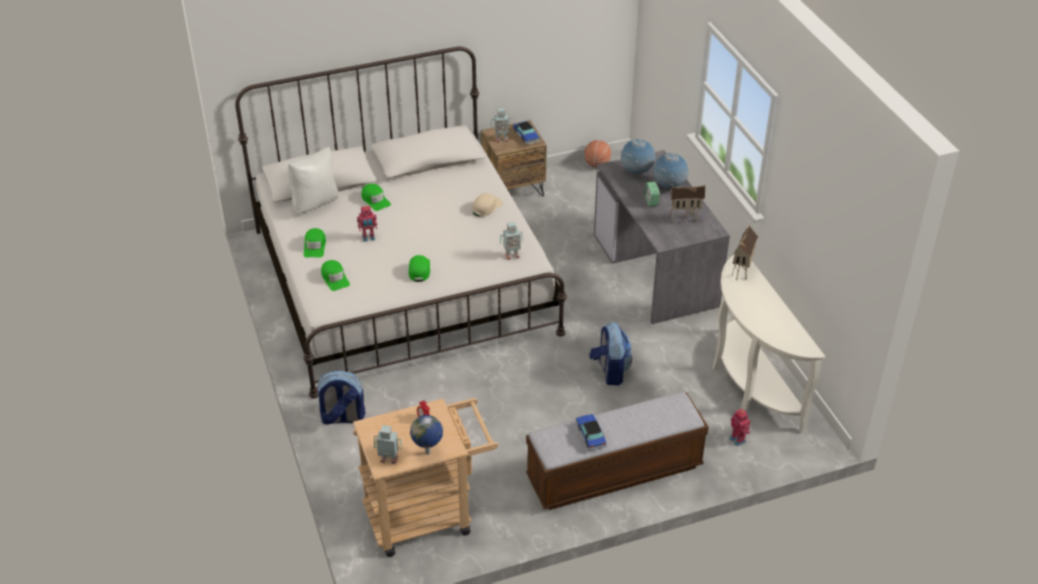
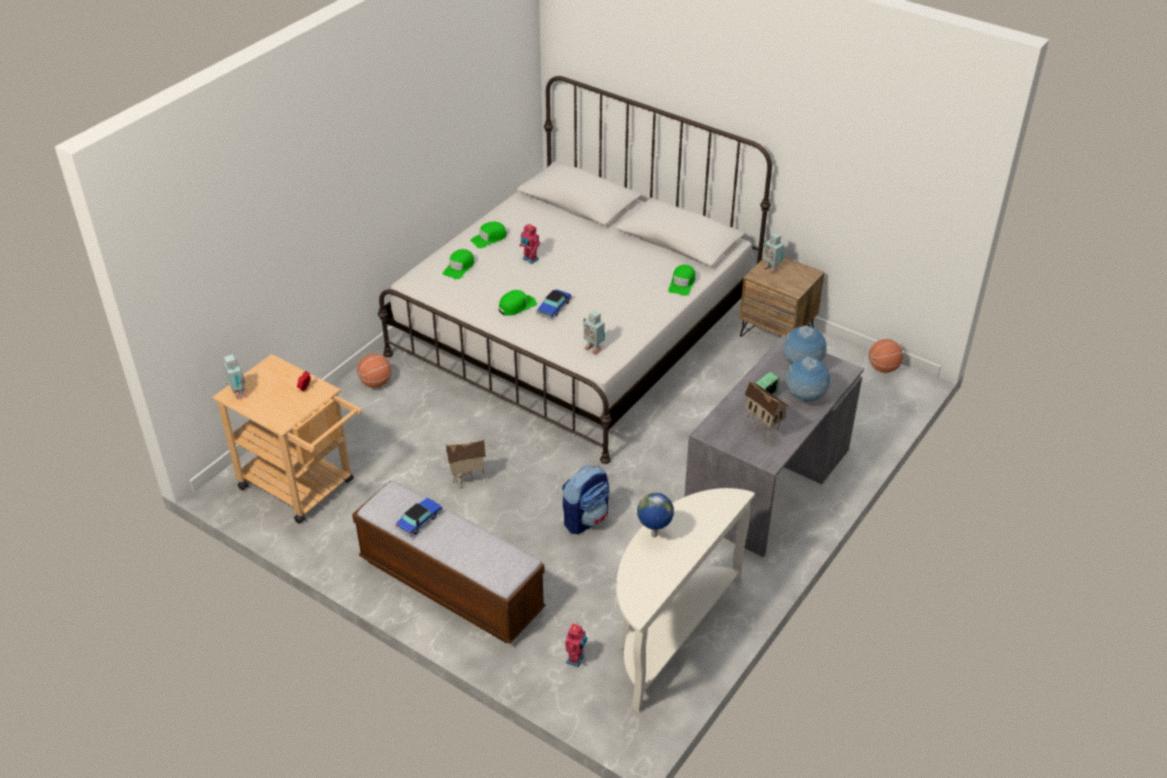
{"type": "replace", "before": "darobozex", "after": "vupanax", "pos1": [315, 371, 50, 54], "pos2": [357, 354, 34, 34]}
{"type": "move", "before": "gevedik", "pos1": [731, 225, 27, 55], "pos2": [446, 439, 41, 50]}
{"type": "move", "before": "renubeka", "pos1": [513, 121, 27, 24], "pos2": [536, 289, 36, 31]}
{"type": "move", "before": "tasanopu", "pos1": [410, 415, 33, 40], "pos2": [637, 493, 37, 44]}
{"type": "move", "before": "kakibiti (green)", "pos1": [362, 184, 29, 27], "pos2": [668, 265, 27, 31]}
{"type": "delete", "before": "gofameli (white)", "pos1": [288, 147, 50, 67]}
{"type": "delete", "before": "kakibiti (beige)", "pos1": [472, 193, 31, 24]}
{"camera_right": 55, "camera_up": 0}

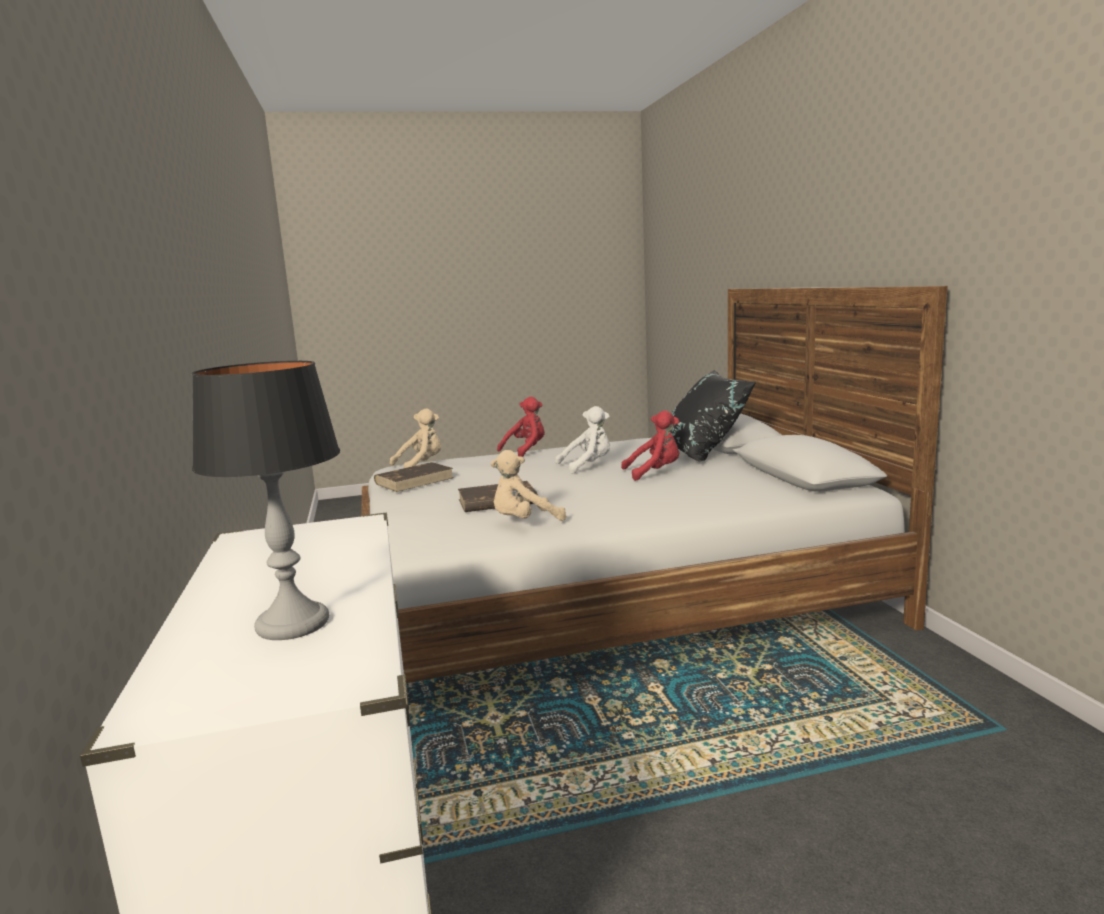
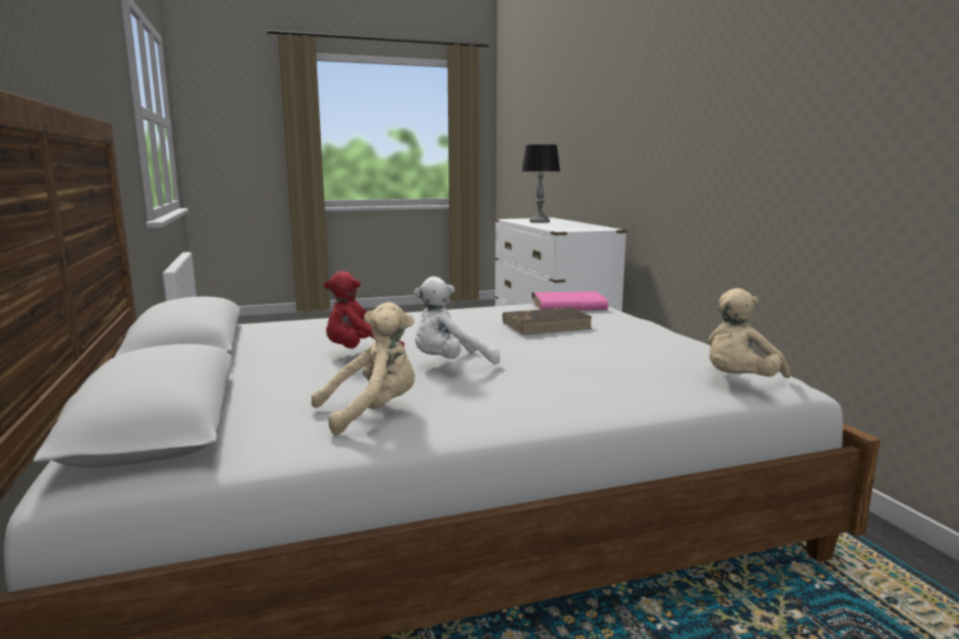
{"type": "move", "before": "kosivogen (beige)", "pos1": [490, 450, 76, 71], "pos2": [311, 302, 104, 133]}
{"type": "insert", "after": "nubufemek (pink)", "pos2": [534, 291, 74, 19]}
{"type": "delete", "before": "nubufemek (brown)", "pos1": [374, 462, 79, 30]}
{"type": "delete", "before": "kosivogen (red)", "pos1": [497, 397, 48, 60]}
{"type": "delete", "before": "gofameli (black)", "pos1": [671, 370, 85, 92]}
{"camera_right": 175, "camera_up": 0}

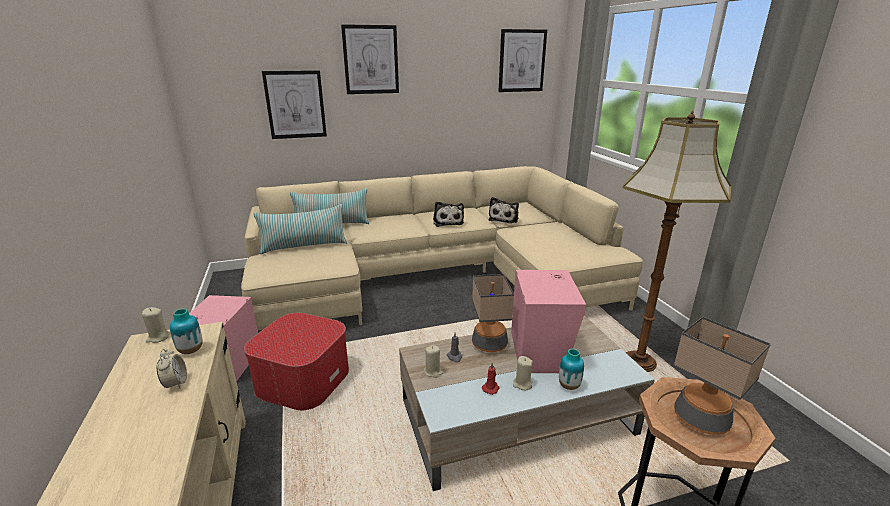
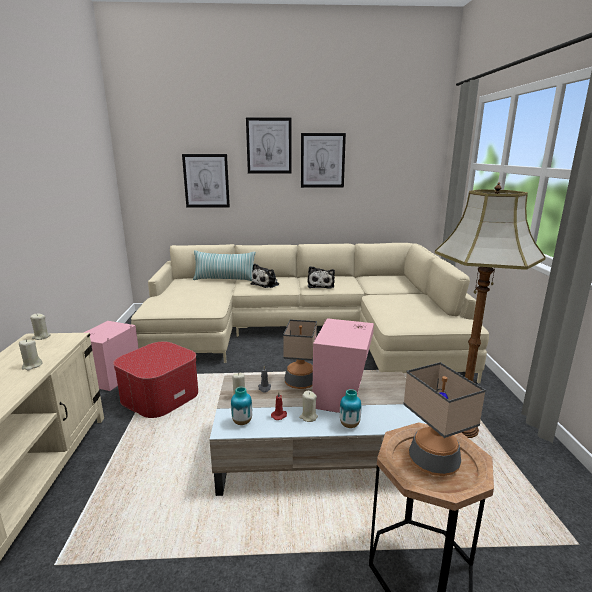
{"type": "replace", "before": "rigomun", "after": "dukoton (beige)", "pos1": [157, 349, 30, 39], "pos2": [19, 339, 24, 32]}
{"type": "move", "before": "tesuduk", "pos1": [170, 308, 33, 46], "pos2": [231, 387, 21, 38]}
{"type": "move", "before": "kosivogen", "pos1": [488, 197, 31, 27], "pos2": [250, 264, 29, 24]}
{"type": "move", "before": "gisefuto", "pos1": [498, 29, 49, 63], "pos2": [301, 133, 45, 55]}
{"type": "delete", "before": "gofameli", "pos1": [254, 204, 93, 50]}
{"camera_right": 15, "camera_up": -5}

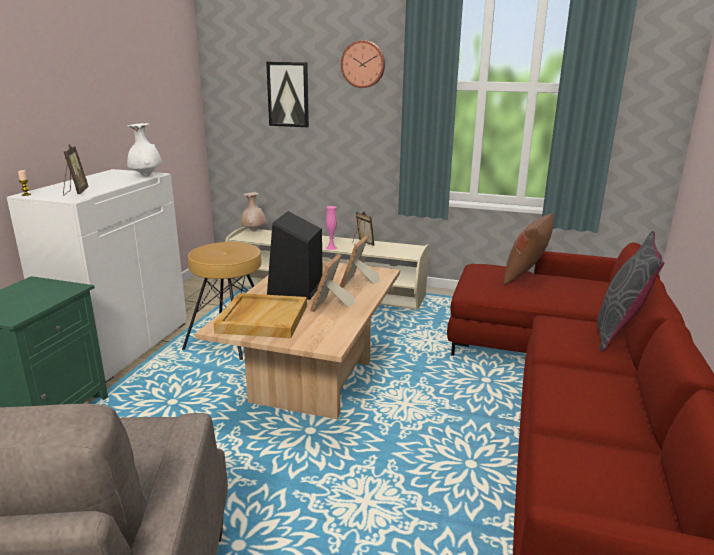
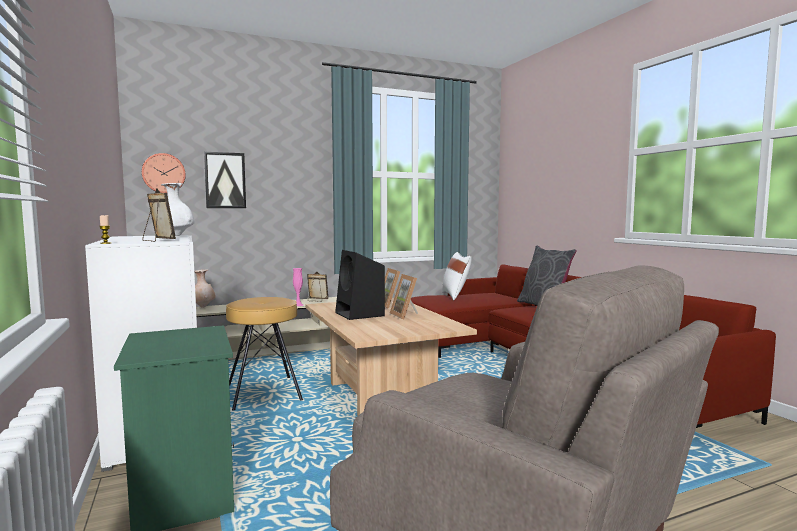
{"type": "move", "before": "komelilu", "pos1": [341, 40, 44, 48], "pos2": [142, 153, 44, 40]}
{"type": "recolor", "before": "gofameli (brown)", "after": "gofameli (white)", "pos1": [503, 213, 51, 72], "pos2": [442, 252, 30, 48]}
{"type": "delete", "before": "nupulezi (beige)", "pos1": [214, 293, 93, 45]}
{"camera_right": -40, "camera_up": -15}

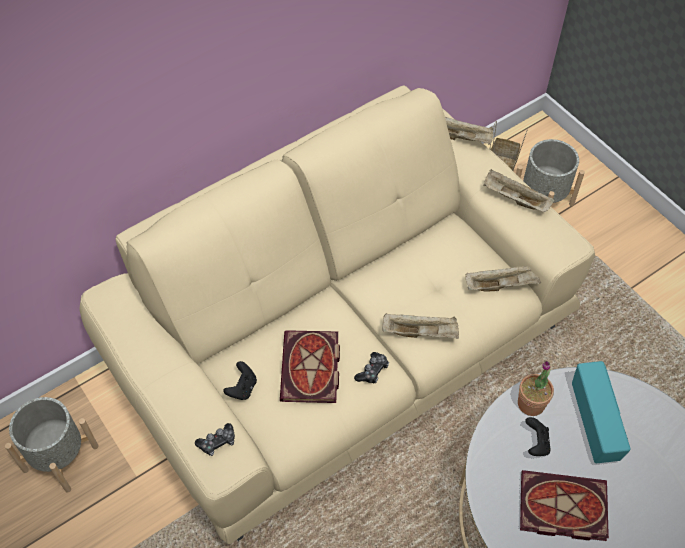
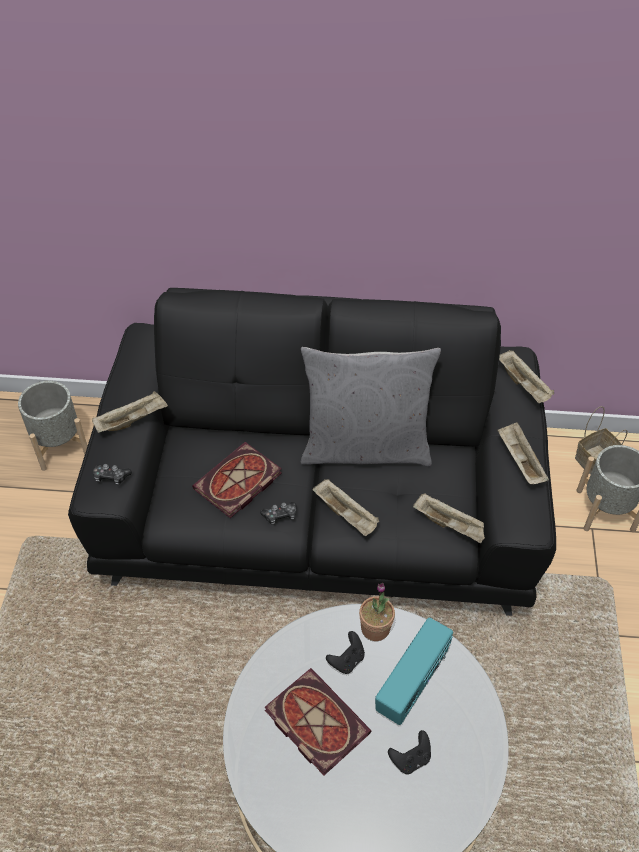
{"type": "recolor", "before": "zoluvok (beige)", "after": "zoluvok (black)", "pos1": [79, 86, 516, 458], "pos2": [68, 288, 488, 328]}
{"type": "insert", "after": "nupulezi (beige)", "pos2": [92, 391, 76, 42]}
{"type": "insert", "after": "gofameli (grey)", "pos2": [301, 347, 140, 120]}
{"type": "move", "before": "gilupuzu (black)", "pos1": [223, 361, 34, 39], "pos2": [388, 730, 43, 44]}
{"camera_right": 40, "camera_up": -5}

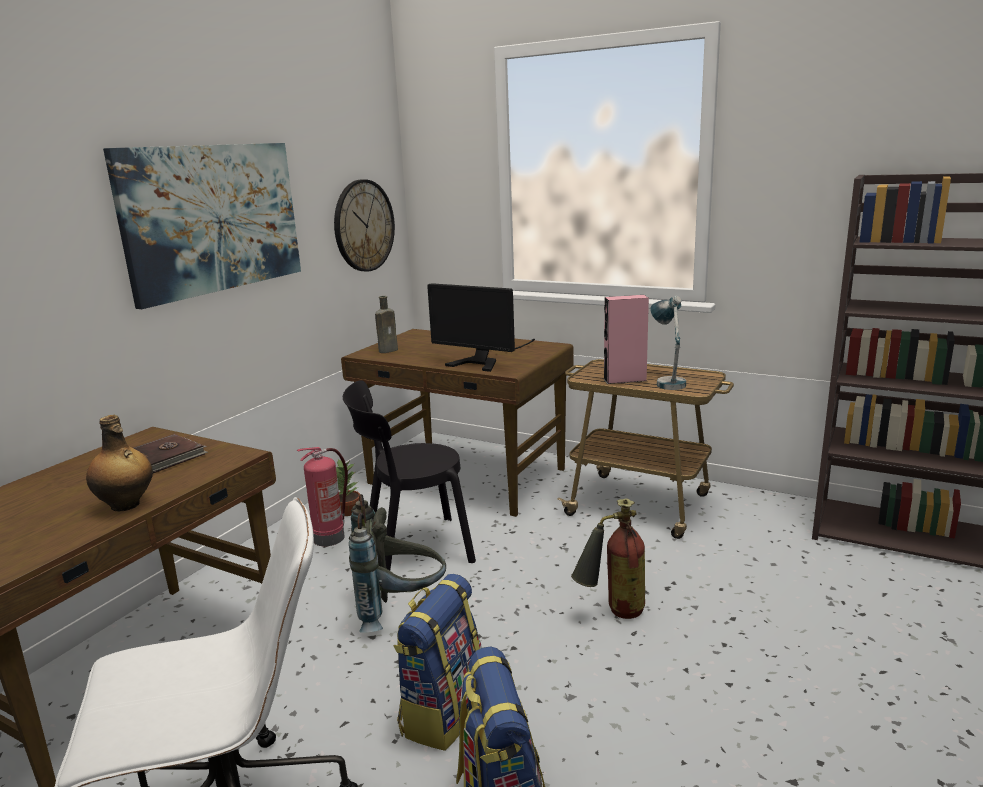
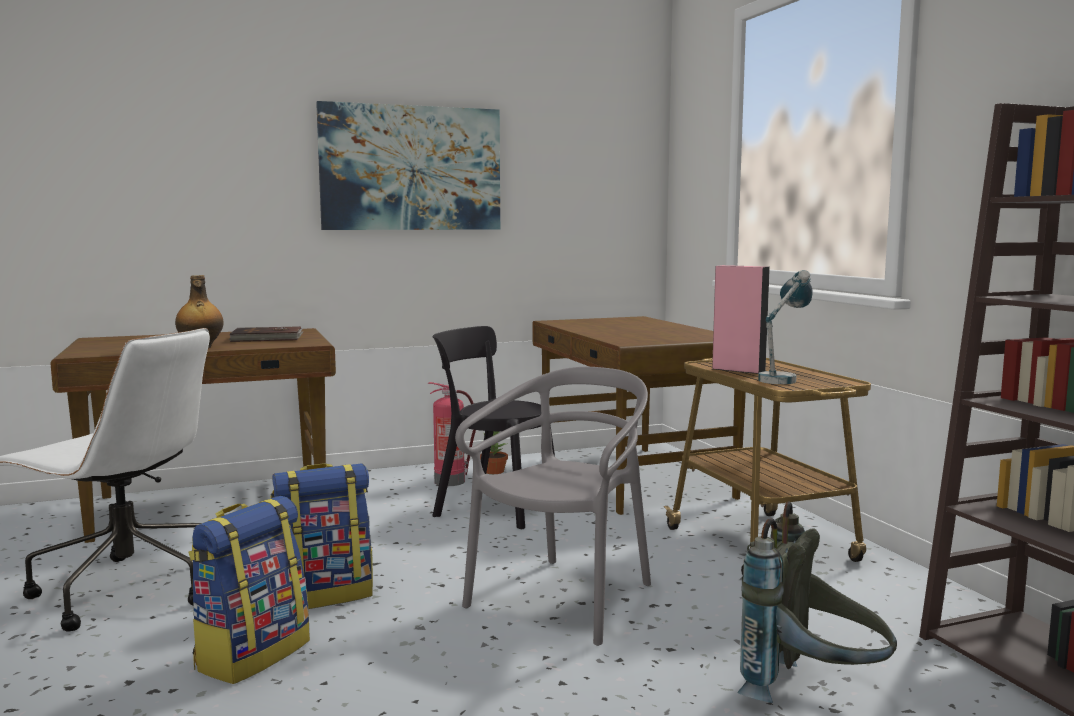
{"type": "replace", "before": "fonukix", "after": "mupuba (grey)", "pos1": [571, 498, 74, 121], "pos2": [455, 367, 196, 279]}
{"type": "move", "before": "darobozex (grey)", "pos1": [349, 494, 97, 139], "pos2": [737, 501, 160, 202]}
{"type": "delete", "before": "komelilu", "pos1": [334, 180, 61, 92]}
{"type": "delete", "before": "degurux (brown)", "pos1": [375, 296, 23, 57]}
{"type": "delete", "before": "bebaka", "pos1": [427, 283, 108, 89]}
{"camera_right": 40, "camera_up": -10}

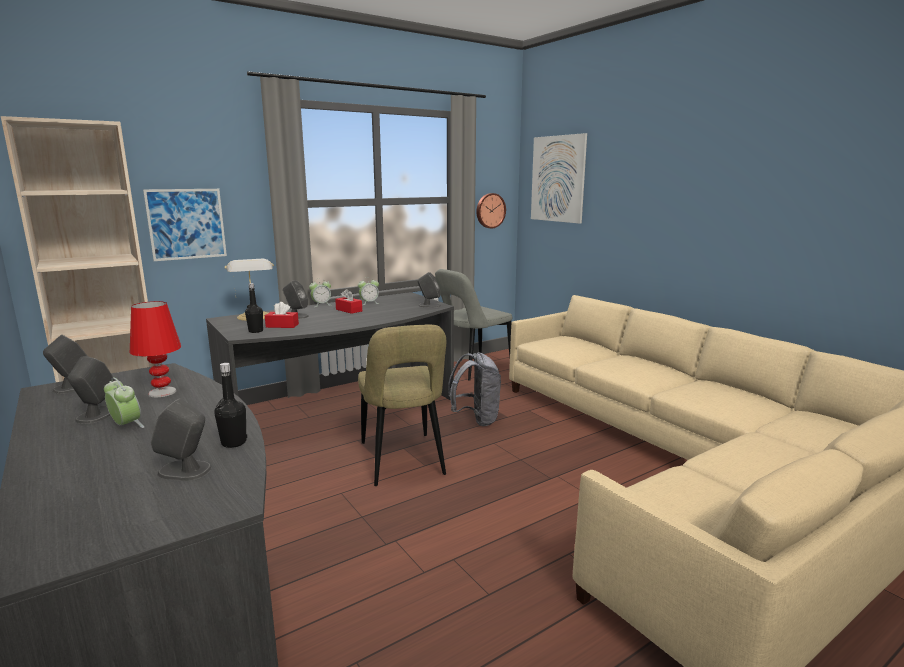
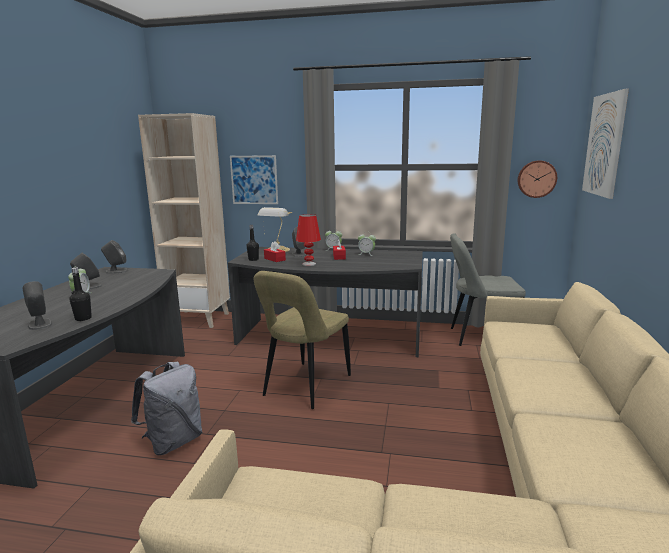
{"type": "move", "before": "darobozex (grey)", "pos1": [448, 352, 53, 74], "pos2": [131, 362, 71, 94]}
{"type": "move", "before": "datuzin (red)", "pos1": [130, 301, 51, 96], "pos2": [296, 214, 25, 52]}
{"type": "delete", "before": "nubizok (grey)", "pos1": [418, 272, 23, 36]}
{"camera_right": 45, "camera_up": 0}

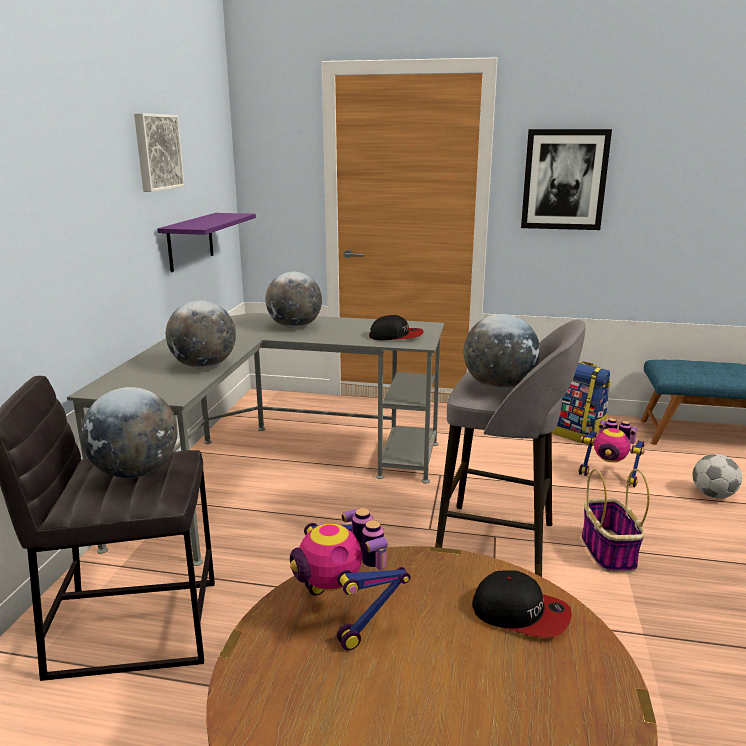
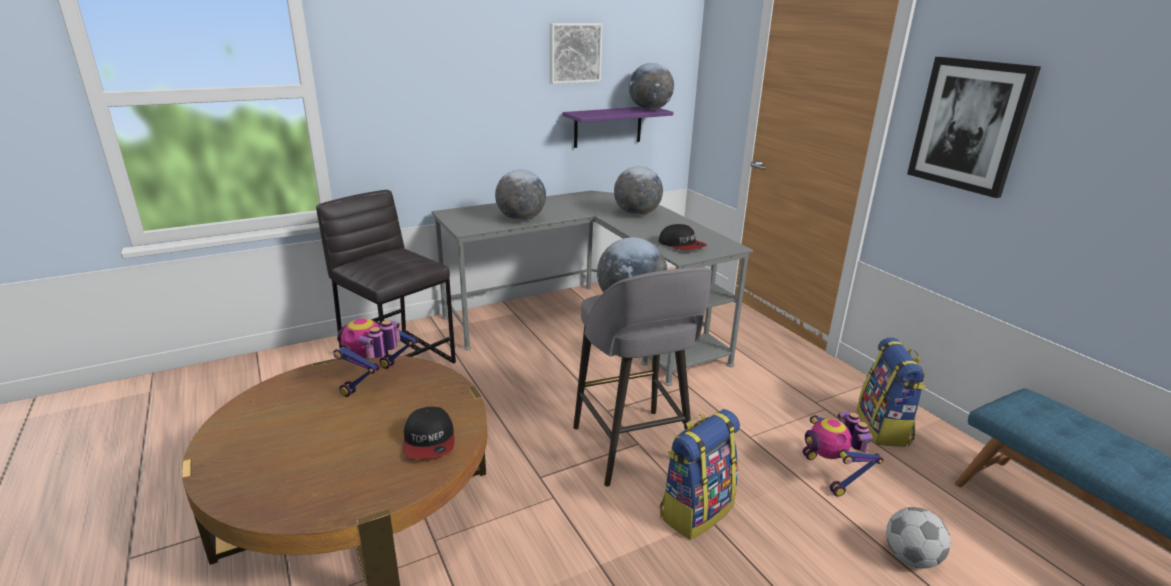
{"type": "move", "before": "tasanopu", "pos1": [81, 387, 96, 91], "pos2": [629, 63, 45, 47]}
{"type": "replace", "before": "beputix", "after": "darobozex", "pos1": [582, 469, 68, 104], "pos2": [660, 409, 80, 131]}
{"camera_right": 50, "camera_up": 5}

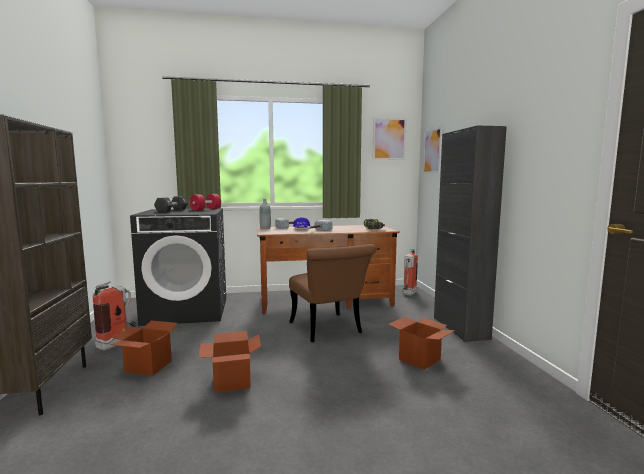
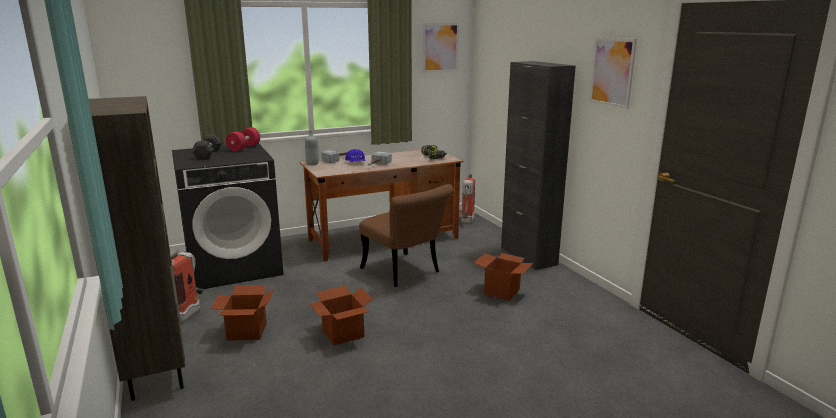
{"type": "move", "before": "gisefuto", "pos1": [423, 127, 19, 47], "pos2": [589, 37, 48, 72]}
{"camera_right": -15, "camera_up": 10}

